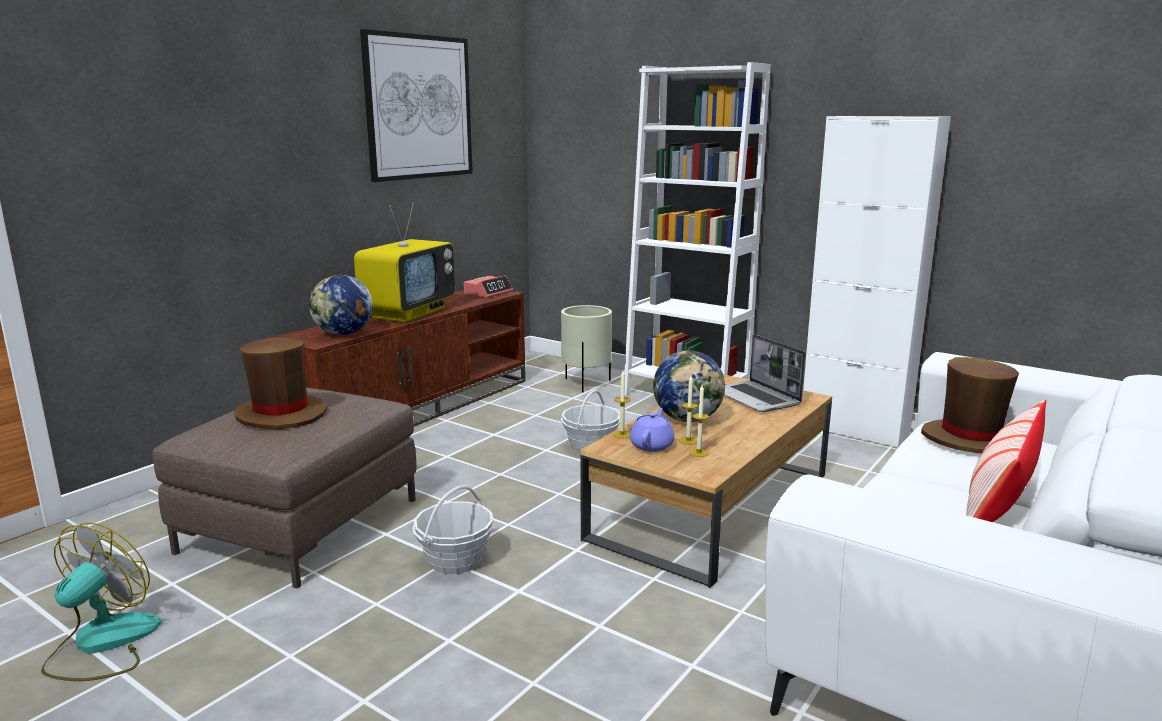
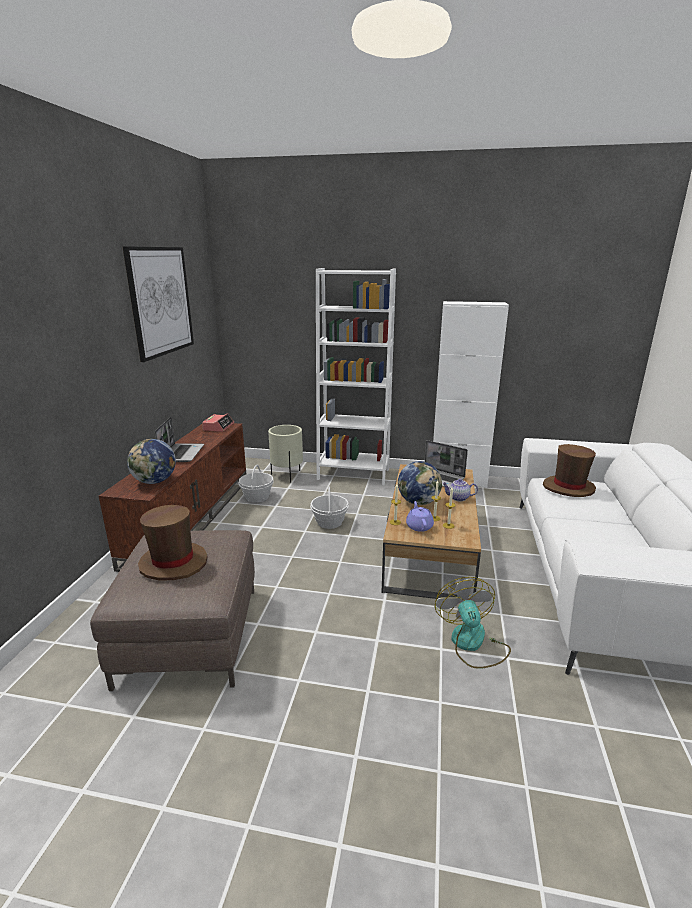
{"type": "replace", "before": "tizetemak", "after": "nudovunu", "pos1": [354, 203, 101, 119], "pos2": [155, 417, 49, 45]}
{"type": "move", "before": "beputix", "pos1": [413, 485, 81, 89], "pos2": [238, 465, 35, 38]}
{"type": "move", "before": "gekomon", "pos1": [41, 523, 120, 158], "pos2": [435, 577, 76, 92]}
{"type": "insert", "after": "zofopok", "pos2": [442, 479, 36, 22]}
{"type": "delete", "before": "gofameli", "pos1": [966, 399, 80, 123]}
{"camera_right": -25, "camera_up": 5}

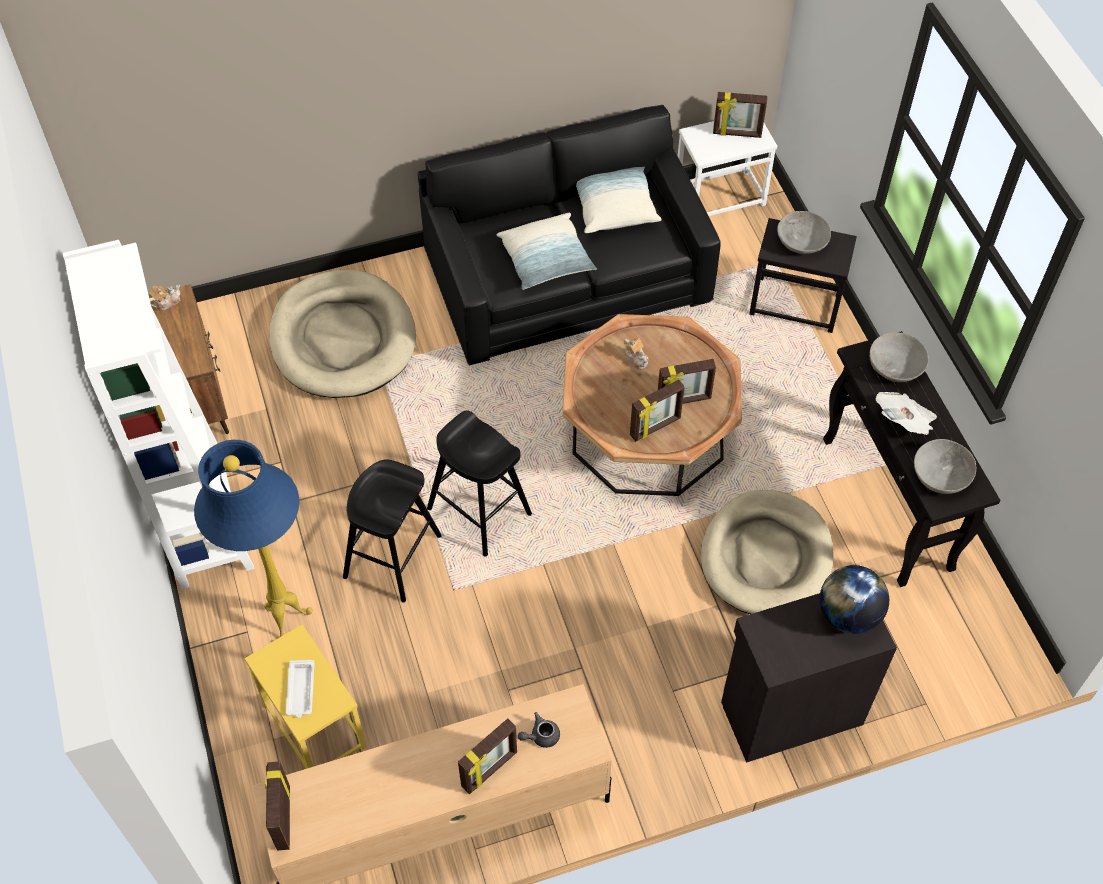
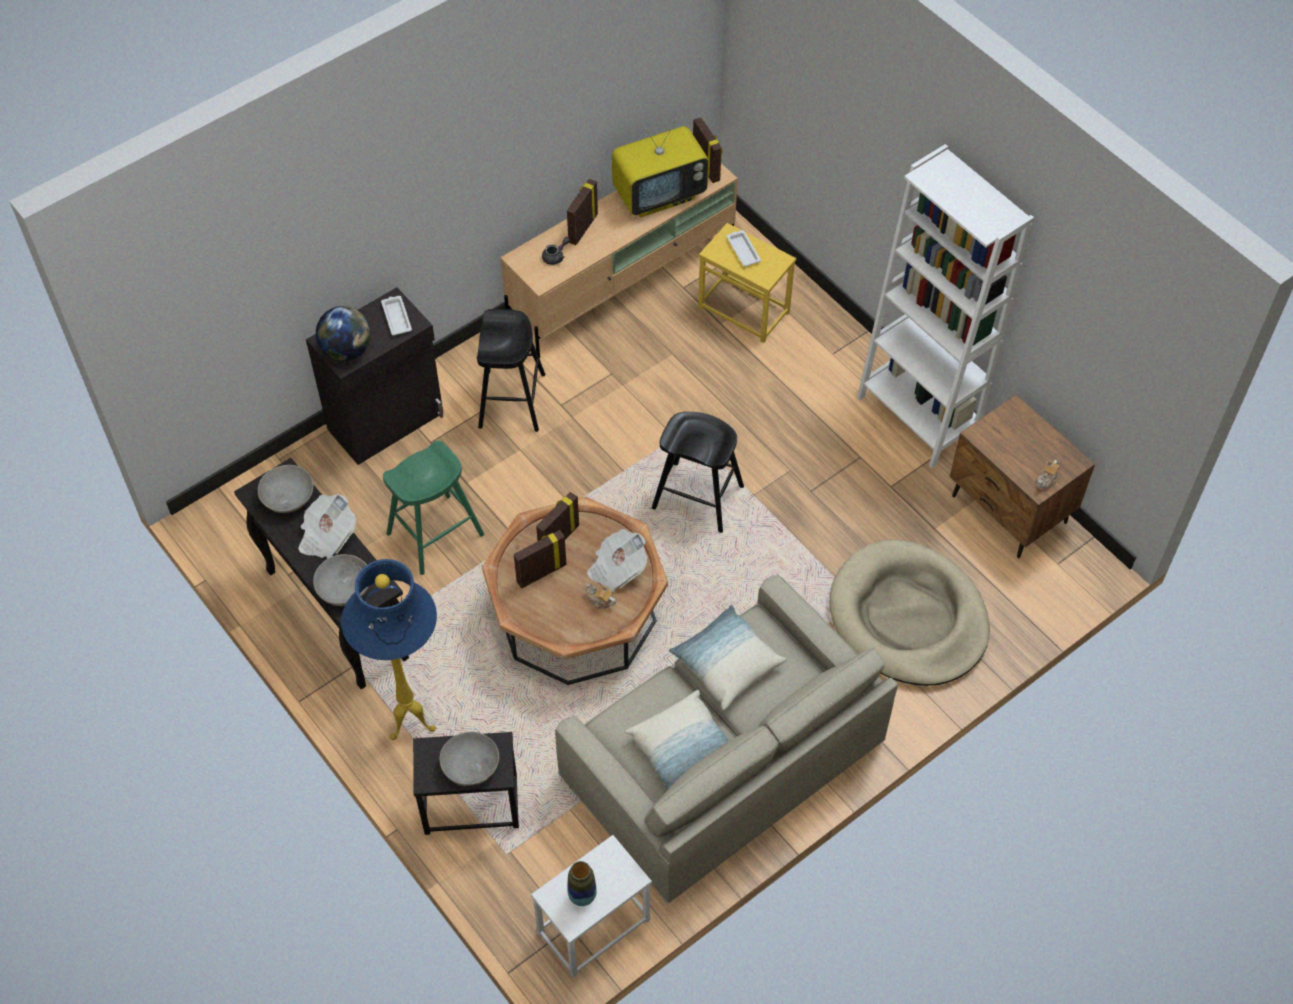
{"type": "move", "before": "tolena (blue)", "pos1": [194, 440, 119, 197], "pos2": [341, 559, 96, 181]}
{"type": "insert", "after": "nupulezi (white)", "pos2": [381, 296, 31, 40]}
{"type": "replace", "before": "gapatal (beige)", "after": "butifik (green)", "pos1": [701, 490, 133, 124], "pos2": [383, 441, 101, 134]}
{"type": "move", "before": "butifik (black)", "pos1": [343, 459, 99, 143], "pos2": [477, 309, 68, 123]}
{"type": "recolor", "before": "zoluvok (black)", "after": "zoluvok (beige)", "pos1": [418, 105, 303, 261], "pos2": [555, 575, 343, 328]}
{"type": "replace", "before": "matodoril", "after": "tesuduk", "pos1": [713, 92, 54, 46], "pos2": [567, 861, 30, 45]}
{"type": "insert", "after": "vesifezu", "pos2": [587, 529, 61, 63]}
{"type": "insert", "after": "tizetemak", "pos2": [612, 119, 97, 98]}
{"camera_right": 160, "camera_up": 0}

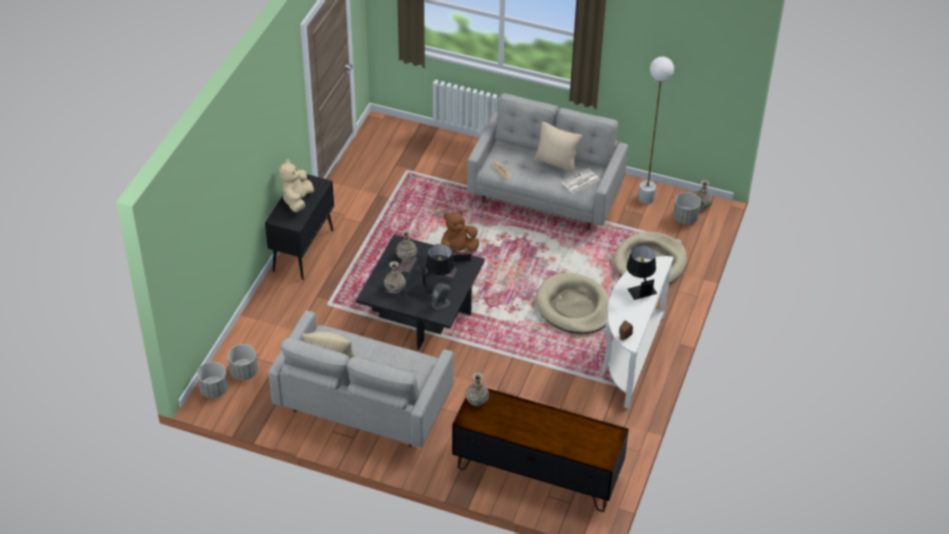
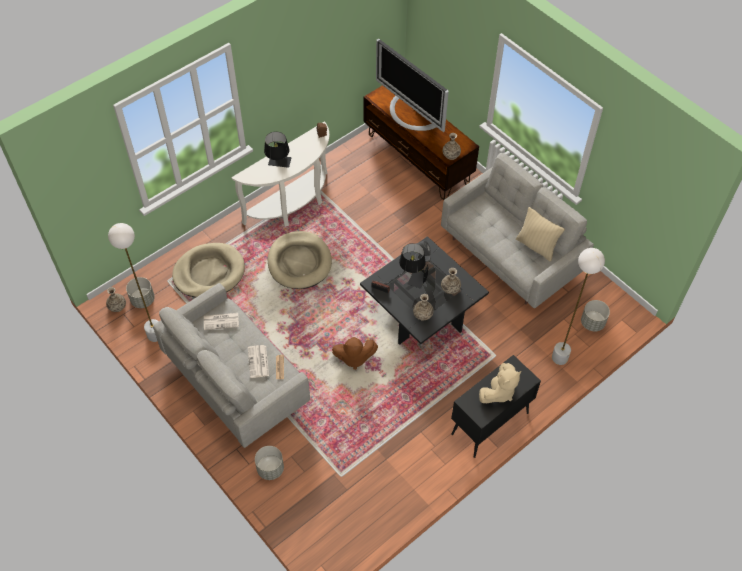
{"type": "insert", "after": "vesifezu", "pos2": [248, 345, 21, 33]}
{"type": "move", "before": "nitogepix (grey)", "pos1": [197, 362, 31, 36], "pos2": [255, 446, 29, 34]}
{"type": "insert", "after": "tizetemak", "pos2": [376, 39, 73, 93]}
{"type": "insert", "after": "tolena (white)", "pos2": [552, 248, 53, 117]}
{"type": "delete", "before": "gofameli (beige)", "pos1": [534, 121, 48, 53]}
{"camera_right": -150, "camera_up": 10}

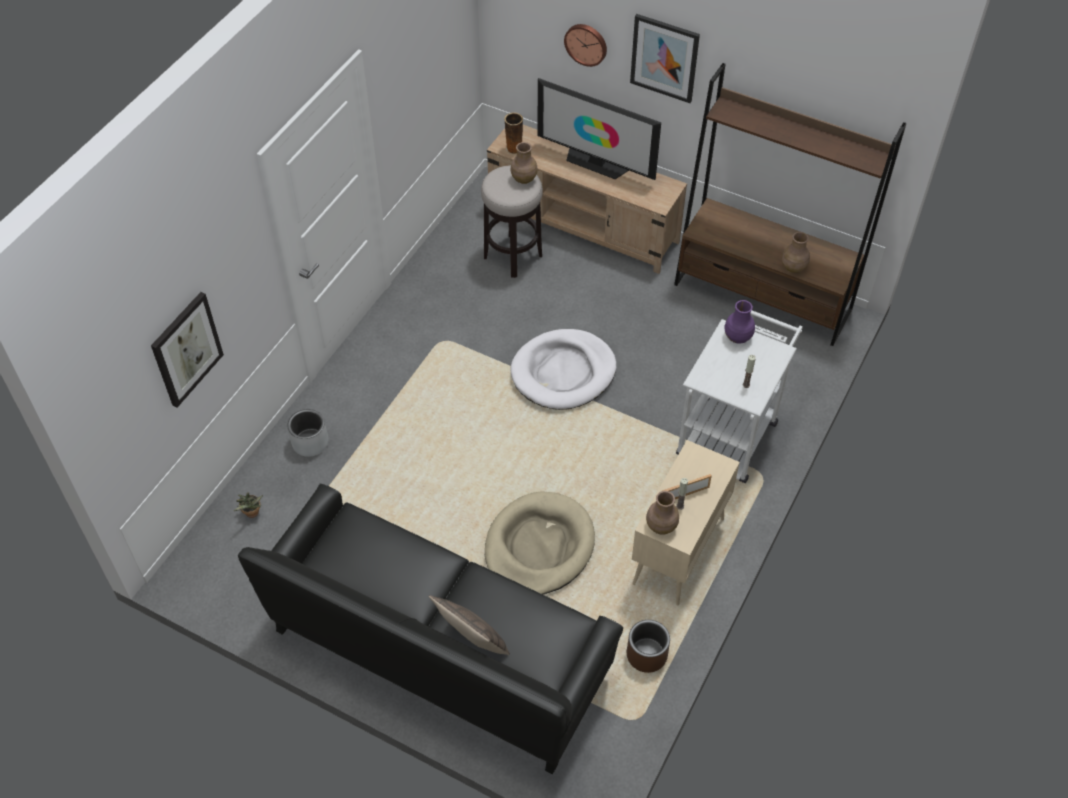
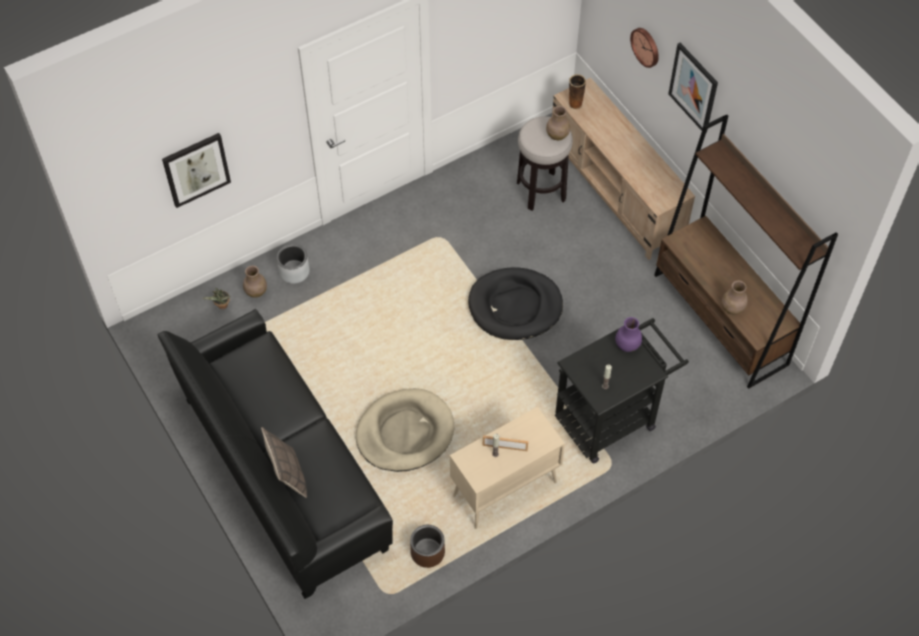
{"type": "move", "before": "tesuduk (brown)", "pos1": [646, 491, 33, 44], "pos2": [243, 266, 24, 32]}
{"type": "recolor", "before": "gapatal (white)", "after": "gapatal (black)", "pos1": [510, 329, 106, 81], "pos2": [468, 267, 95, 73]}
{"type": "recolor", "before": "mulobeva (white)", "after": "mulobeva (black)", "pos1": [676, 310, 127, 173], "pos2": [555, 318, 134, 146]}
{"type": "delete", "before": "tizetemak", "pos1": [538, 78, 123, 102]}
{"camera_right": 30, "camera_up": 5}

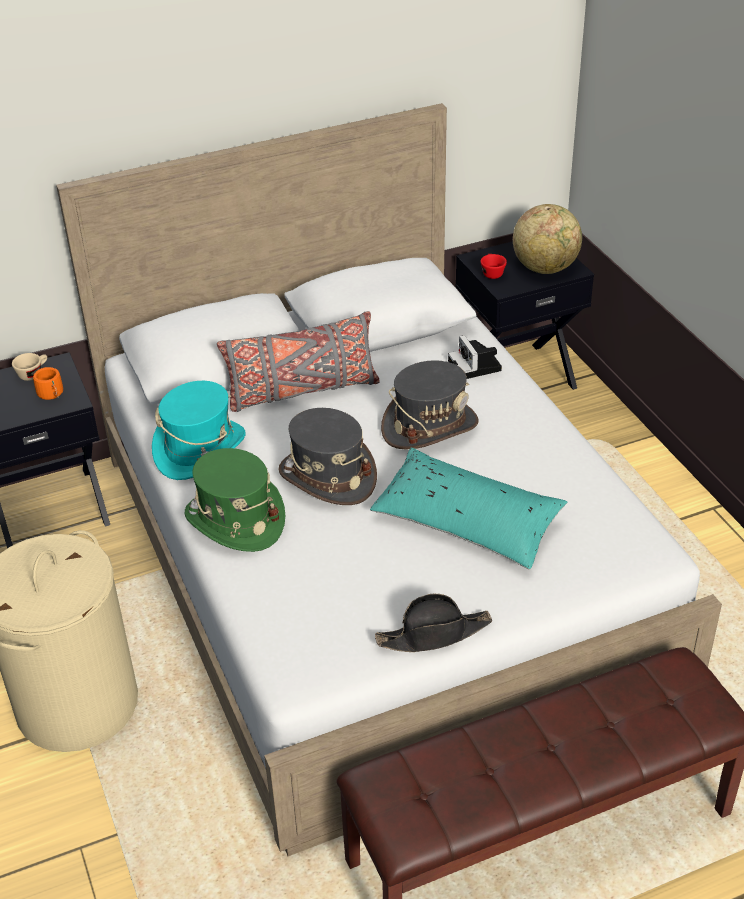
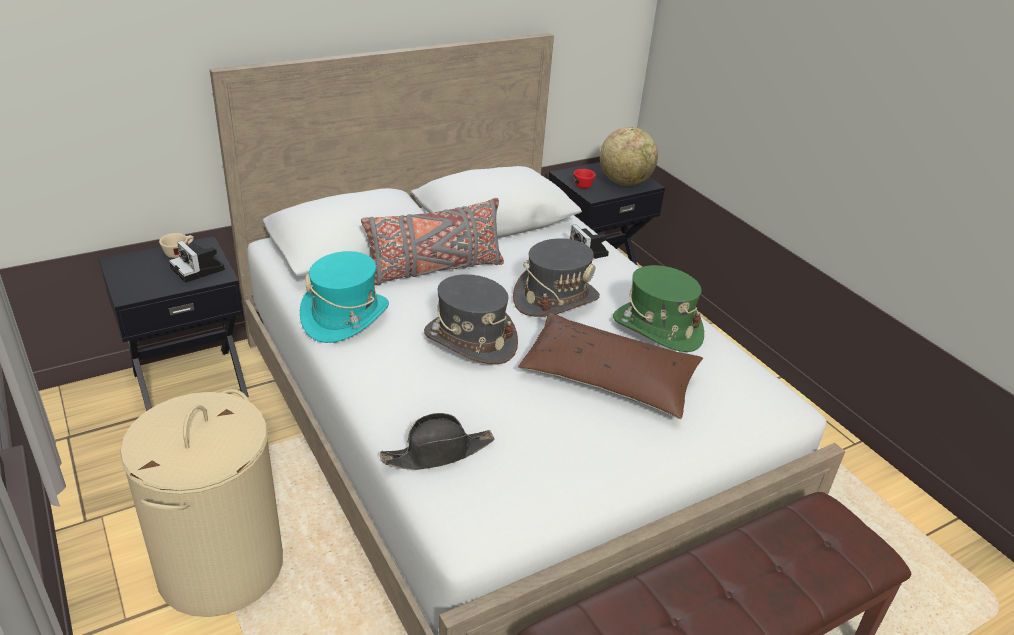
{"type": "replace", "before": "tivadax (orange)", "after": "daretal", "pos1": [33, 367, 30, 33], "pos2": [169, 241, 56, 42]}
{"type": "move", "before": "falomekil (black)", "pos1": [375, 594, 118, 58], "pos2": [380, 413, 114, 57]}
{"type": "recolor", "before": "gofameli (turquoise)", "after": "gofameli (brown)", "pos1": [370, 448, 198, 121], "pos2": [518, 312, 185, 107]}
{"type": "move", "before": "falomekil (green)", "pos1": [185, 448, 100, 104], "pos2": [613, 265, 91, 87]}
{"camera_right": -10, "camera_up": -5}

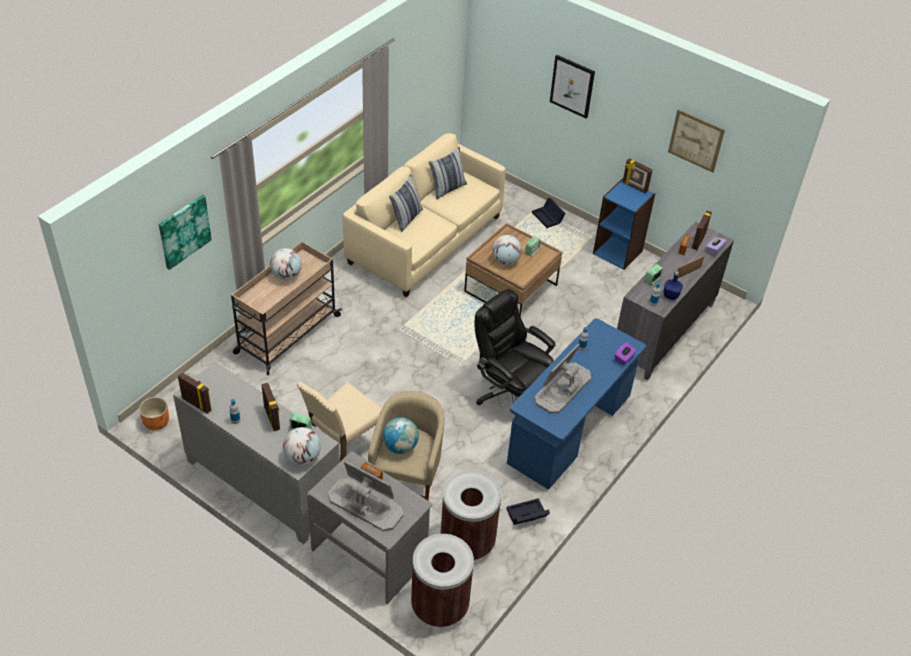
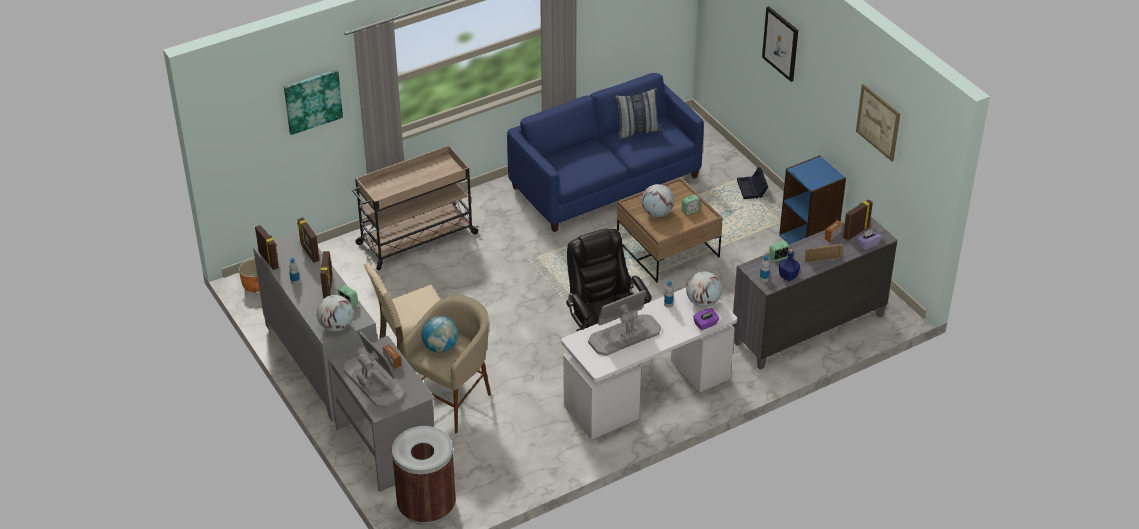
{"type": "move", "before": "matodoril", "pos1": [623, 158, 30, 35], "pos2": [297, 217, 23, 46]}
{"type": "recolor", "before": "zoluvok (beige)", "after": "zoluvok (blue)", "pos1": [343, 133, 163, 164], "pos2": [507, 73, 197, 159]}
{"type": "recolor", "before": "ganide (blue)", "after": "ganide (white)", "pos1": [507, 318, 139, 172], "pos2": [561, 287, 176, 153]}
{"type": "move", "before": "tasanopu", "pos1": [270, 248, 32, 32], "pos2": [686, 271, 36, 36]}
{"type": "delete", "before": "gofameli", "pos1": [389, 174, 34, 58]}
{"type": "delete", "before": "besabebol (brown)", "pos1": [441, 471, 60, 90]}
{"type": "delete", "before": "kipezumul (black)", "pos1": [507, 498, 43, 27]}
{"camera_right": 25, "camera_up": -5}

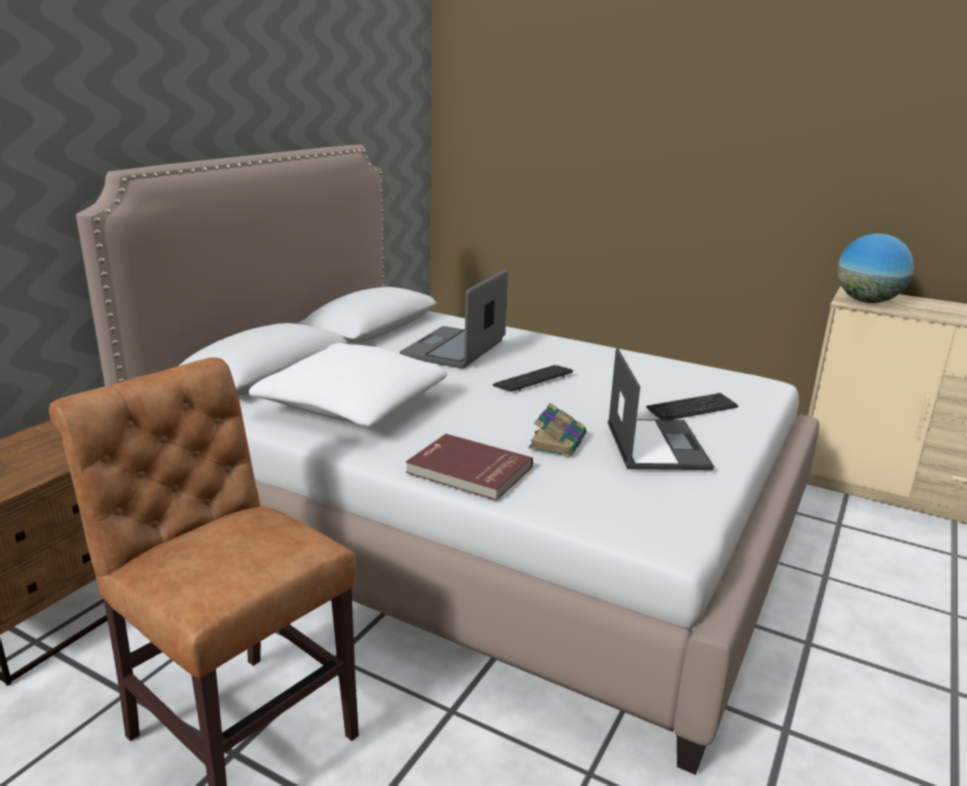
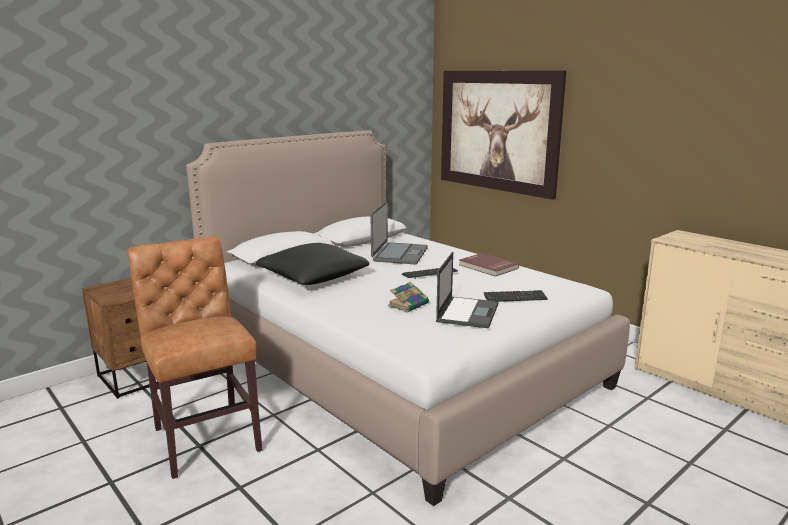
{"type": "recolor", "before": "gofameli (white)", "after": "gofameli (black)", "pos1": [249, 343, 198, 84], "pos2": [256, 243, 113, 42]}
{"type": "rotate", "before": "nudovunu", "pos1": [400, 269, 108, 100], "pos2": [371, 201, 57, 63], "turn": 150}
{"type": "insert", "after": "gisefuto", "pos2": [441, 71, 125, 129]}
{"type": "move", "before": "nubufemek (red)", "pos1": [406, 434, 127, 67], "pos2": [459, 253, 60, 24]}
{"type": "delete", "before": "tasanopu", "pos1": [837, 233, 77, 70]}
{"camera_right": 20, "camera_up": -5}

